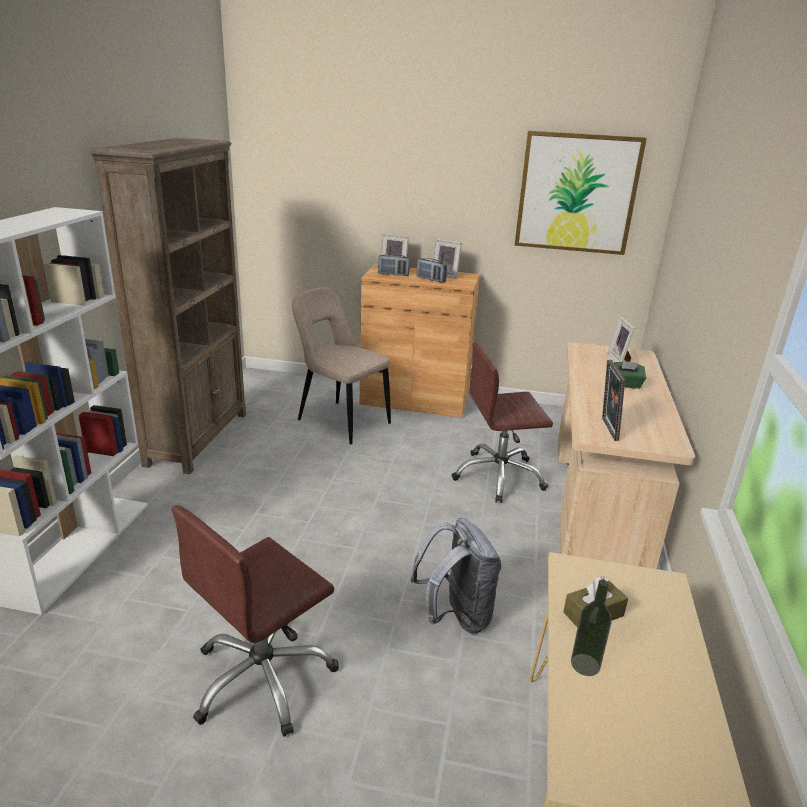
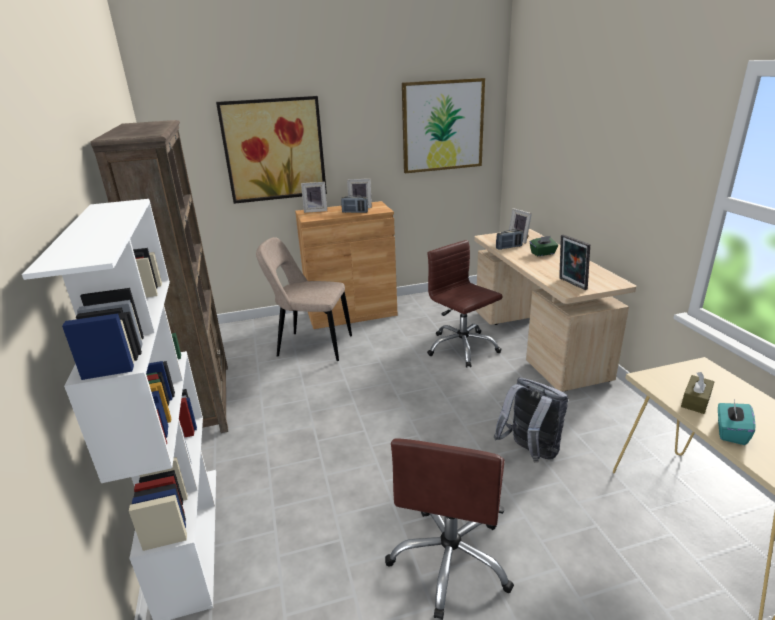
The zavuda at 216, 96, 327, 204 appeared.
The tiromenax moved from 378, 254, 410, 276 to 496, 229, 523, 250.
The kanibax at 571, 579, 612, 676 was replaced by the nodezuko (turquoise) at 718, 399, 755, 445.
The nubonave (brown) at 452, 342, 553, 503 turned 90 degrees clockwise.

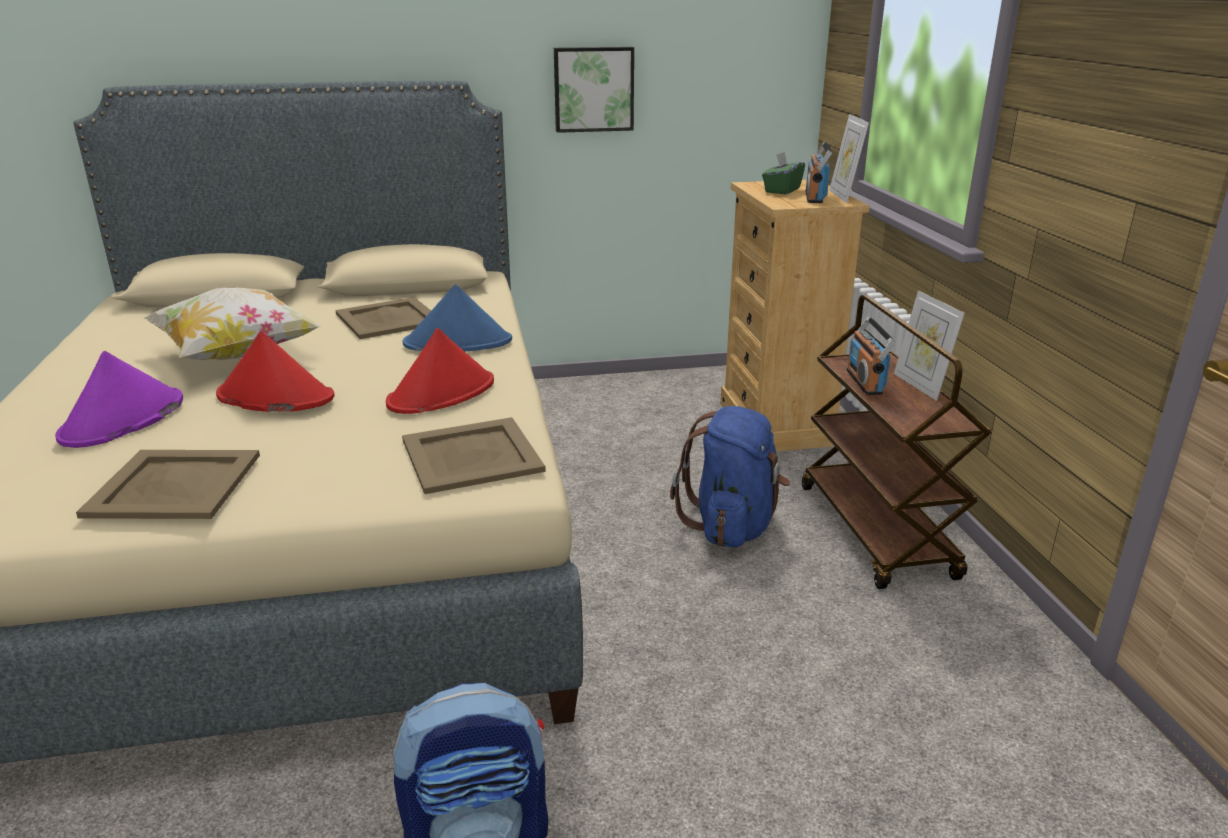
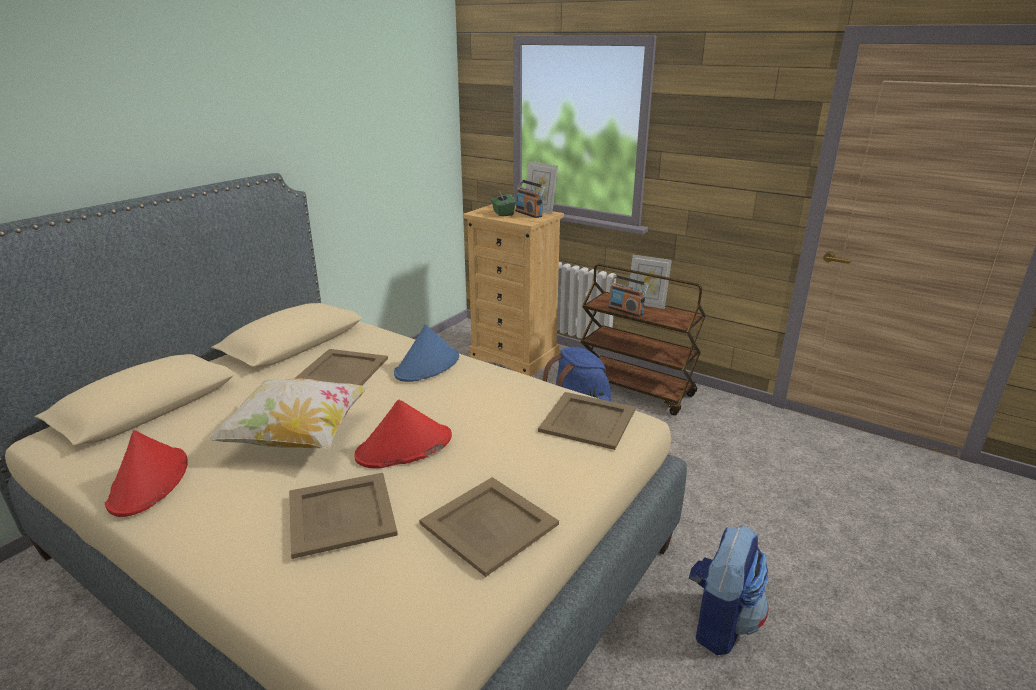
The zavuda at 554, 47, 634, 133 disappeared.
The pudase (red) moved from 386, 328, 494, 414 to 105, 430, 188, 517.
The pudase (purple) at 55, 351, 183, 448 was replaced by the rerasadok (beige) at 289, 473, 398, 559.

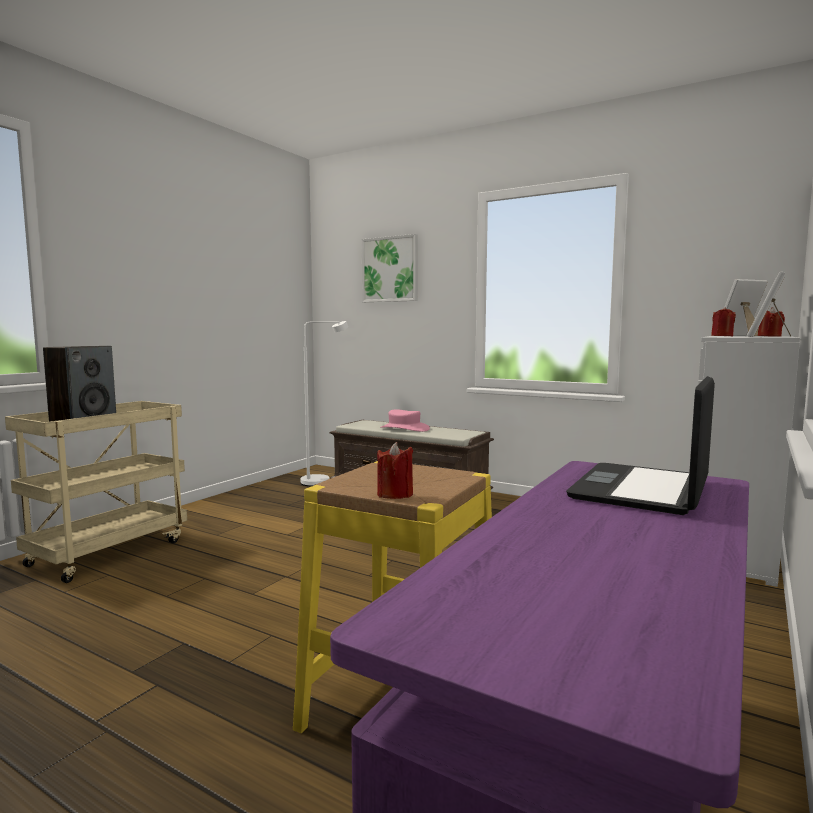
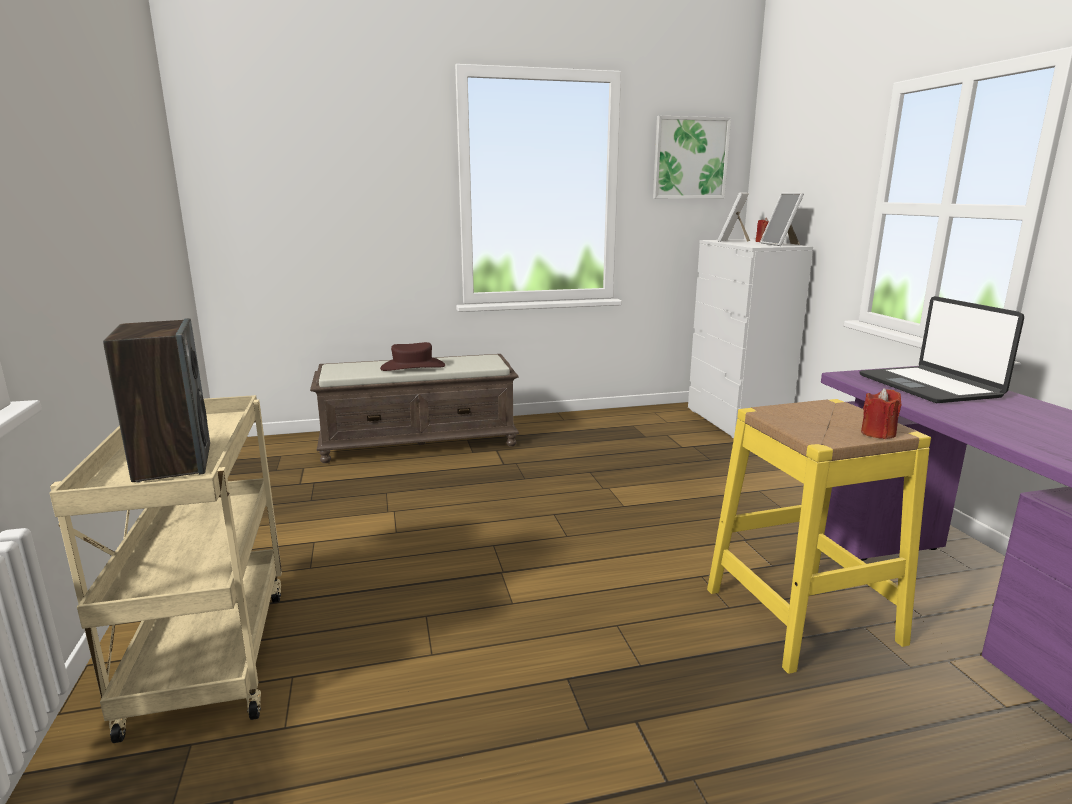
The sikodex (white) at 300, 321, 348, 486 disappeared.
The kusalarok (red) at 711, 307, 736, 336 disappeared.
The zavuda moved from 362, 234, 418, 302 to 653, 116, 731, 199.
The pudase (pink) at 380, 409, 430, 432 became the pudase (brown) at 380, 342, 445, 371.

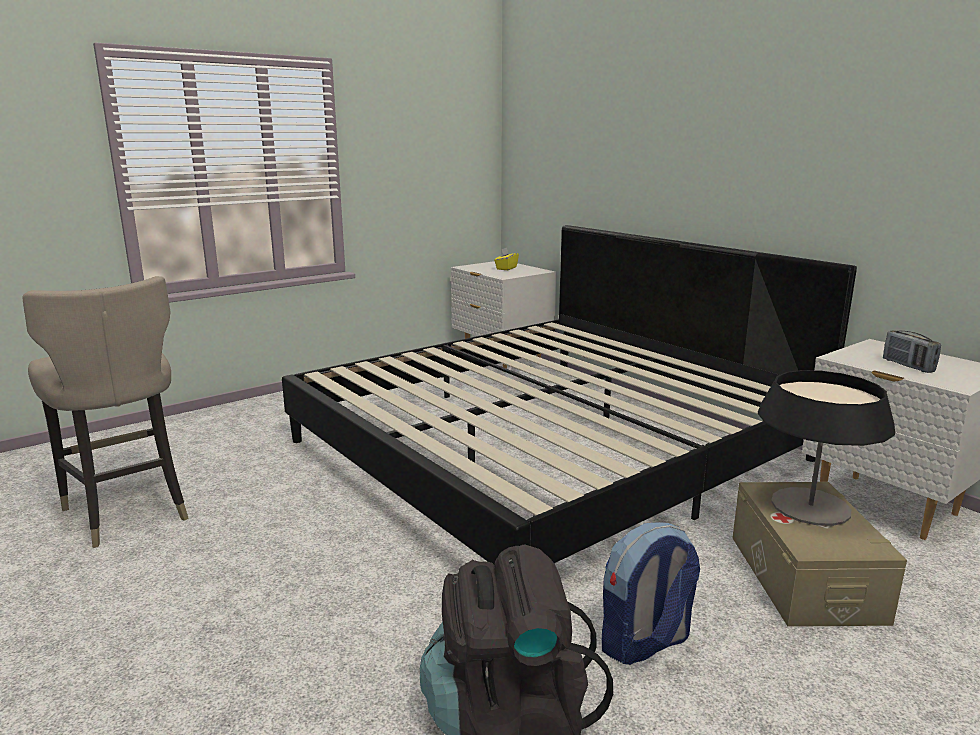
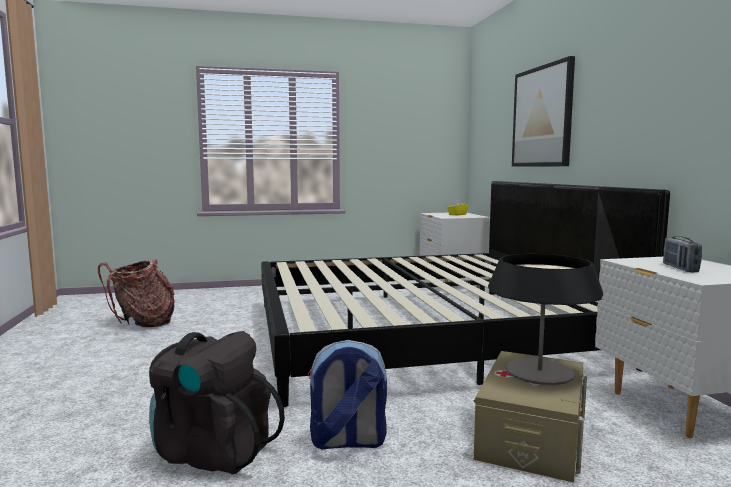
The zavuda at 512, 56, 575, 167 appeared.
The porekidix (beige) at 22, 276, 189, 548 was replaced by the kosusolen at 98, 259, 175, 327.

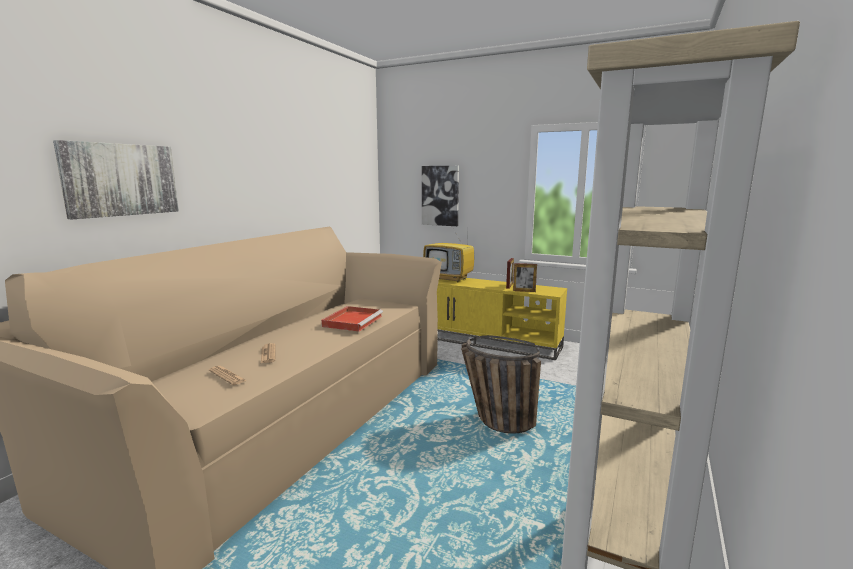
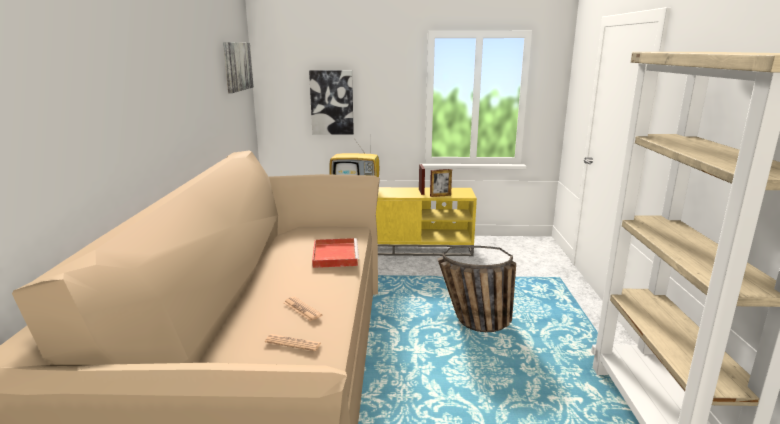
The zavuda moved from 53, 140, 179, 219 to 223, 42, 254, 93.

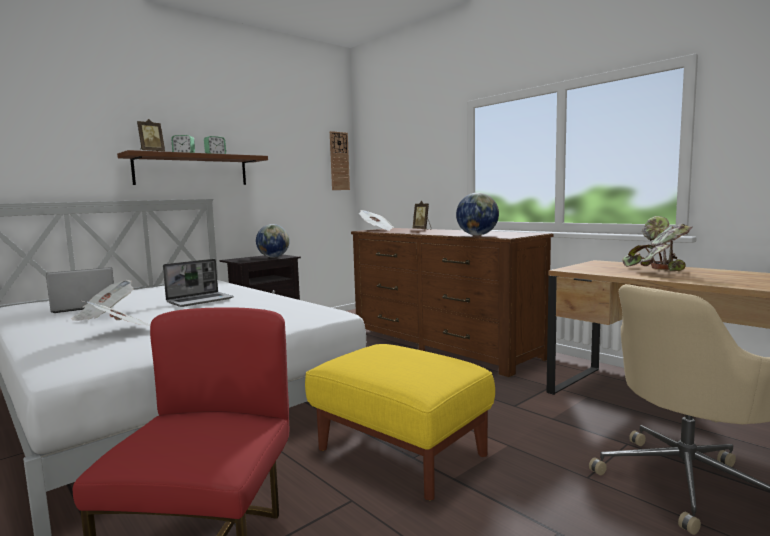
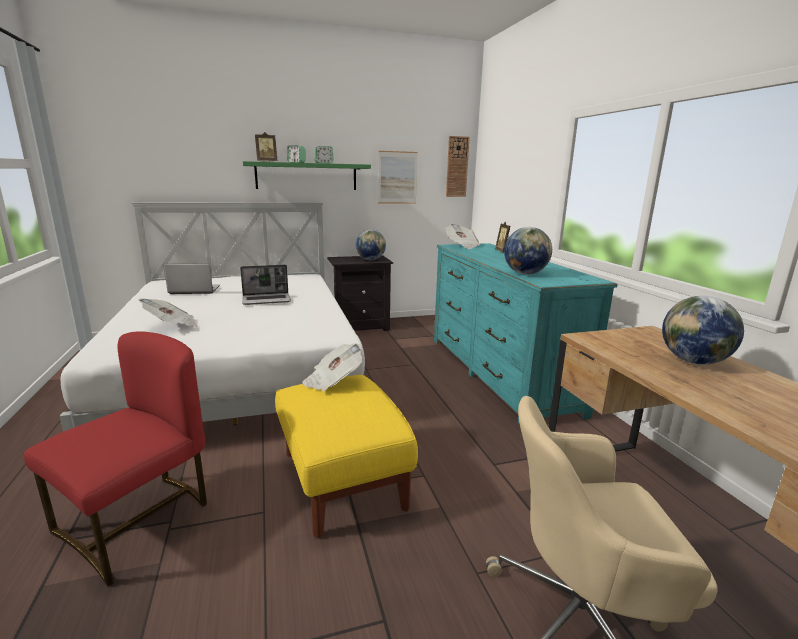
The zavuda at 378, 151, 418, 204 appeared.
The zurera moved from 71, 280, 134, 321 to 302, 344, 363, 391.
The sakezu at 622, 216, 692, 271 was replaced by the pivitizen at 662, 296, 744, 365.
The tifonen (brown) at 117, 150, 268, 185 became the tifonen (green) at 243, 161, 371, 190.
The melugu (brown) at 351, 228, 553, 377 became the melugu (turquoise) at 434, 243, 618, 424.

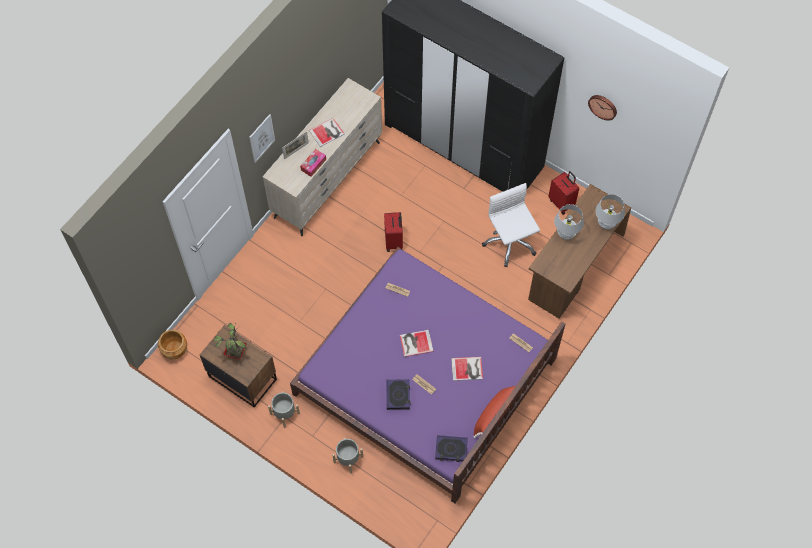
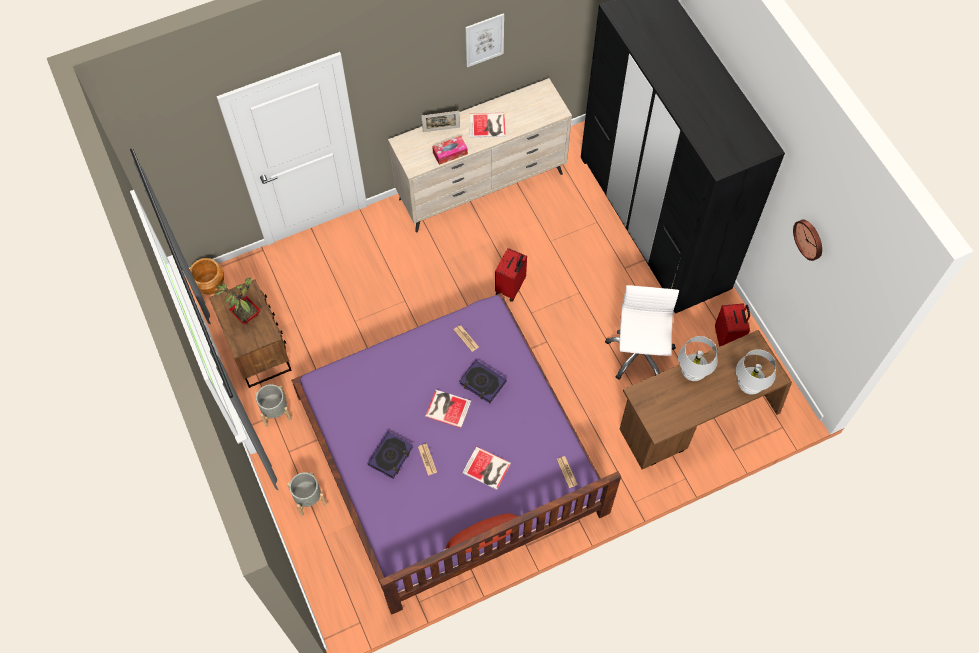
The zavuda moved from 249, 114, 275, 163 to 465, 13, 504, 68.
The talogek moved from 435, 435, 468, 462 to 459, 360, 506, 403.

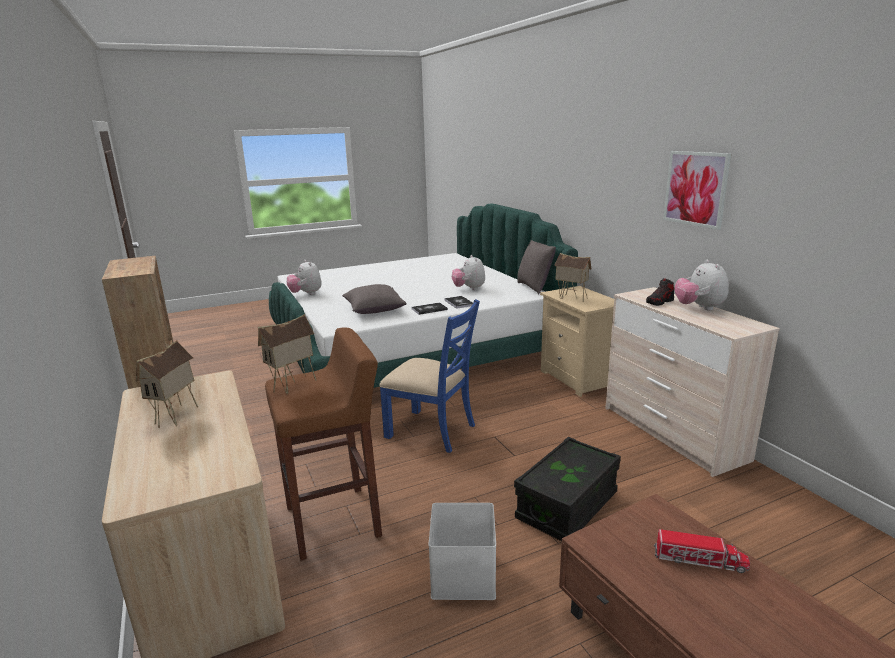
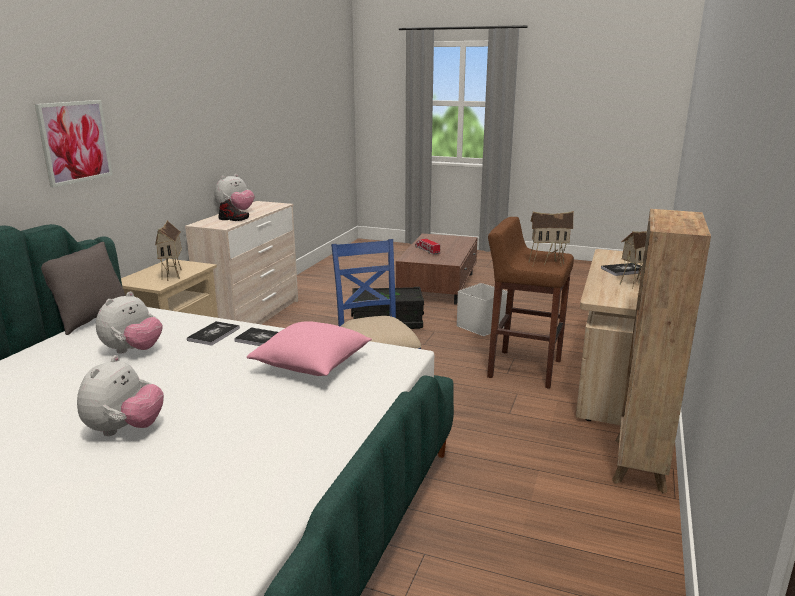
The talogek at 601, 263, 642, 276 appeared.
The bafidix moved from 287, 260, 322, 295 to 77, 355, 164, 436.
The zavuda moved from 663, 151, 731, 230 to 35, 100, 113, 187.
The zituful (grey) at 342, 284, 407, 314 became the zituful (pink) at 247, 321, 372, 376.

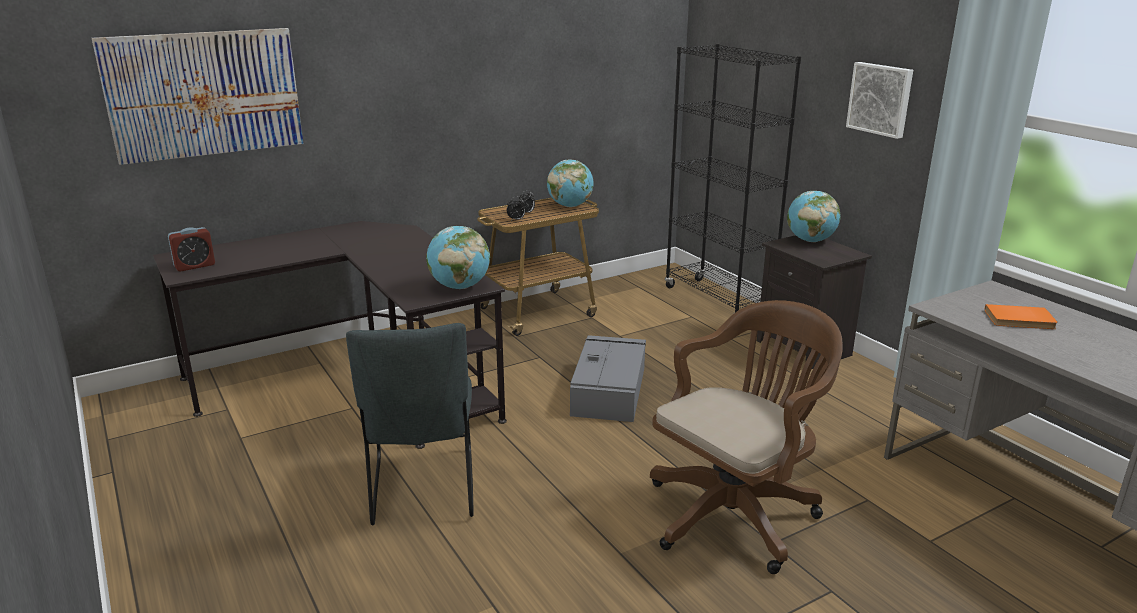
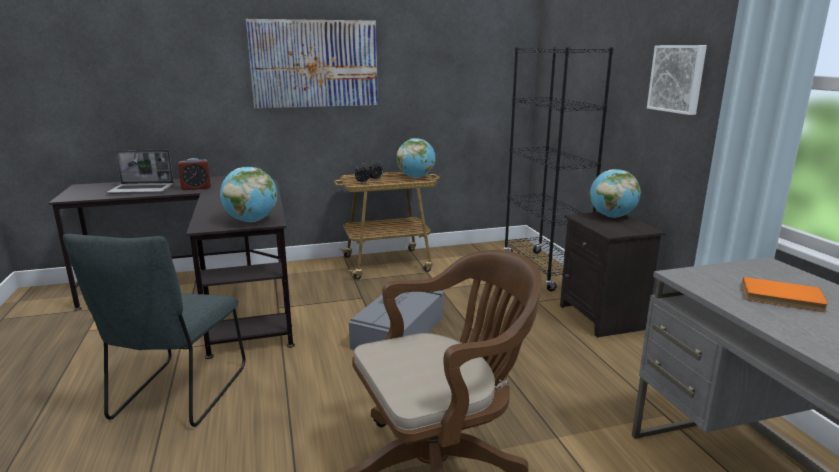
The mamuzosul at 106, 150, 174, 194 appeared.
The zavuda moved from 92, 28, 303, 165 to 246, 19, 378, 108.
The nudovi moved from 168, 227, 215, 272 to 178, 158, 211, 190.

